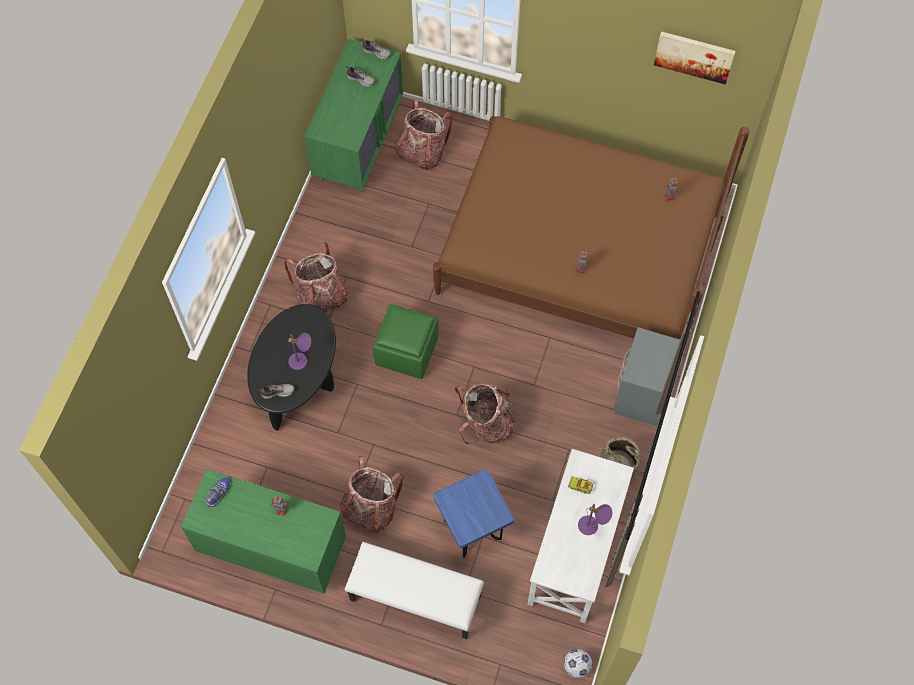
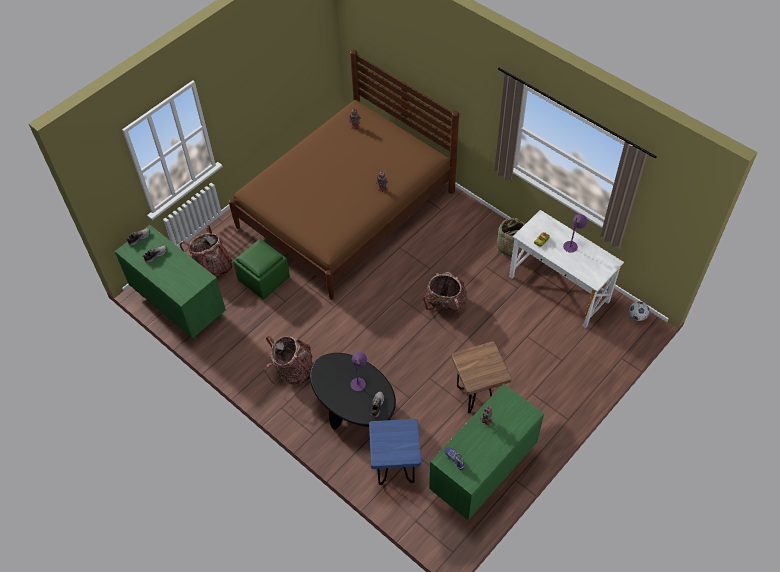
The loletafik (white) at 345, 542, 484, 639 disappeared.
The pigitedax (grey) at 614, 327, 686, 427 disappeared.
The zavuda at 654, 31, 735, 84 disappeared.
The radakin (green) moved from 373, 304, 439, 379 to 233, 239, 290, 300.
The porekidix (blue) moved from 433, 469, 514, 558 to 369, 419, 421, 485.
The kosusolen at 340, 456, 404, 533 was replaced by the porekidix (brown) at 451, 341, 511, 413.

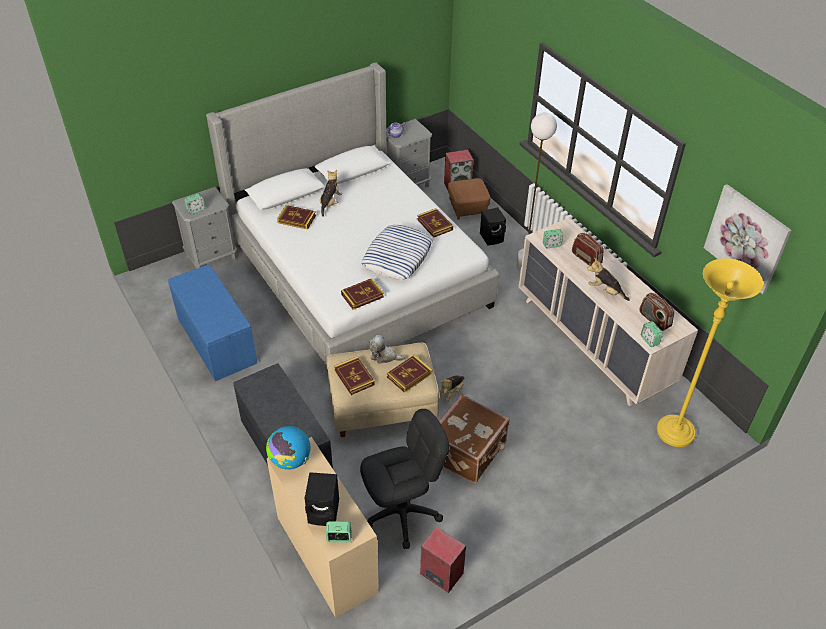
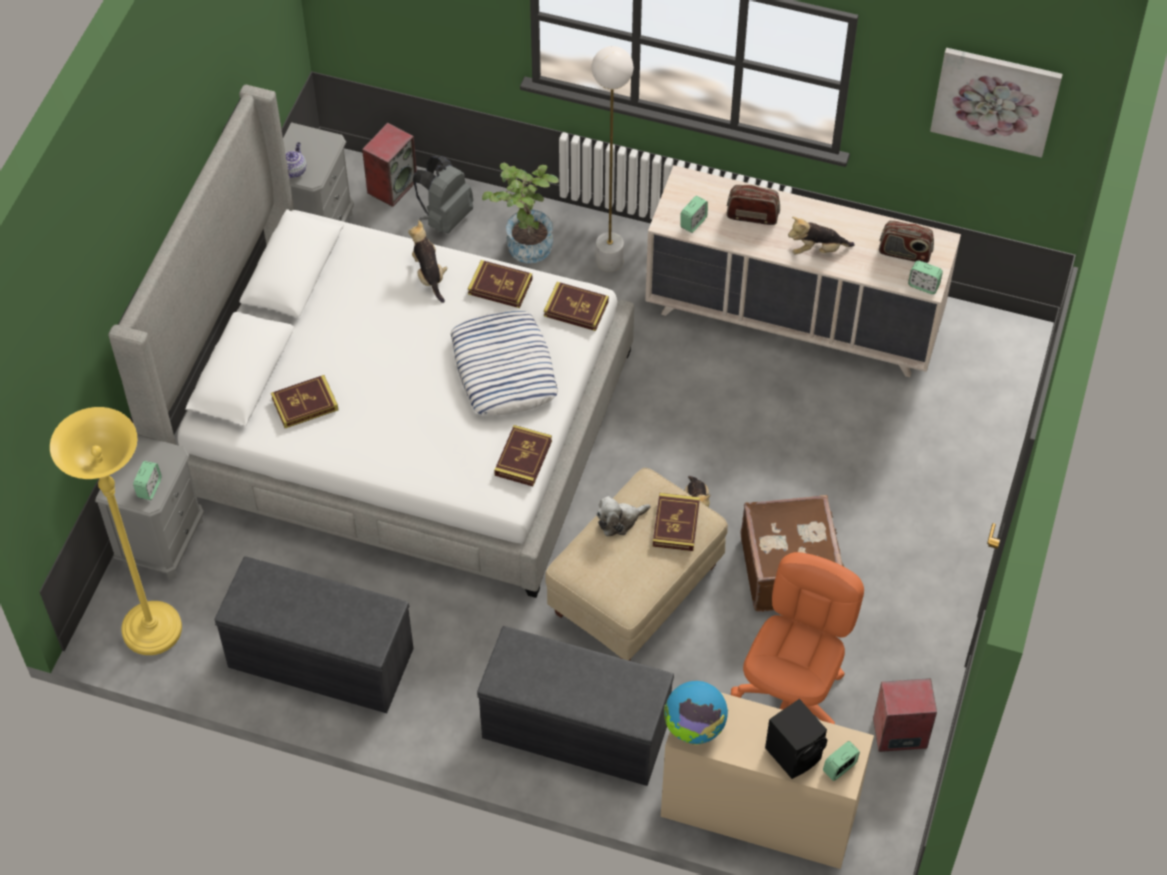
The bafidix moved from 320, 170, 342, 217 to 408, 220, 447, 303.
The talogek moved from 334, 357, 375, 395 to 544, 282, 609, 331.
The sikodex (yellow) moved from 657, 258, 763, 447 to 50, 407, 182, 655.
The radakin (brown) at 448, 178, 490, 220 was replaced by the kosusolen (grey) at 413, 156, 473, 233.
The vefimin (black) at 480, 207, 506, 246 was replaced by the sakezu at 482, 163, 559, 263.
The loletafik (blue) at 168, 264, 257, 381 became the loletafik (grey) at 215, 556, 414, 713.
The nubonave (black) at 360, 409, 449, 549 became the nubonave (orange) at 731, 552, 864, 724.

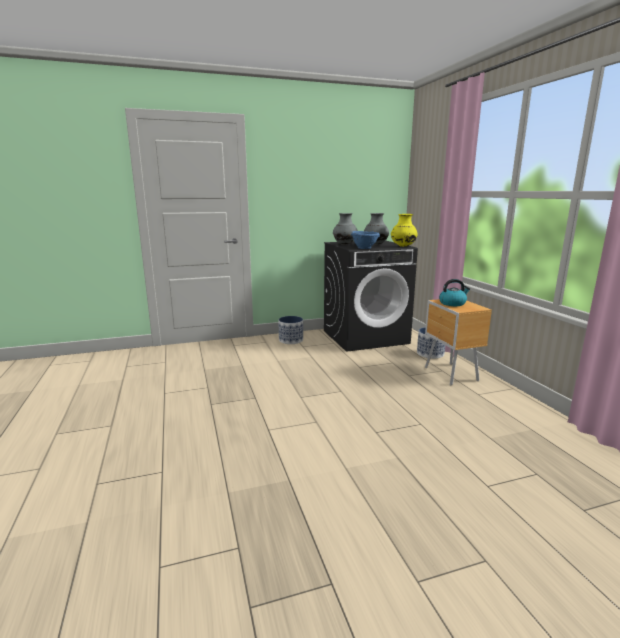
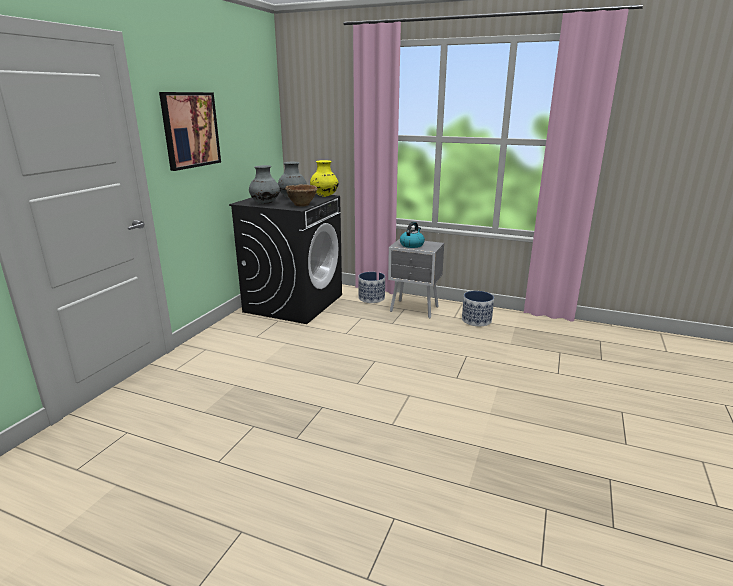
The zavuda at 159, 92, 221, 171 appeared.
The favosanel moved from 279, 316, 303, 344 to 462, 291, 494, 326.
The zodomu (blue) at 351, 231, 380, 249 became the zodomu (brown) at 285, 185, 318, 207.
The pigitedax (brown) at 425, 299, 492, 386 became the pigitedax (grey) at 388, 239, 444, 318.

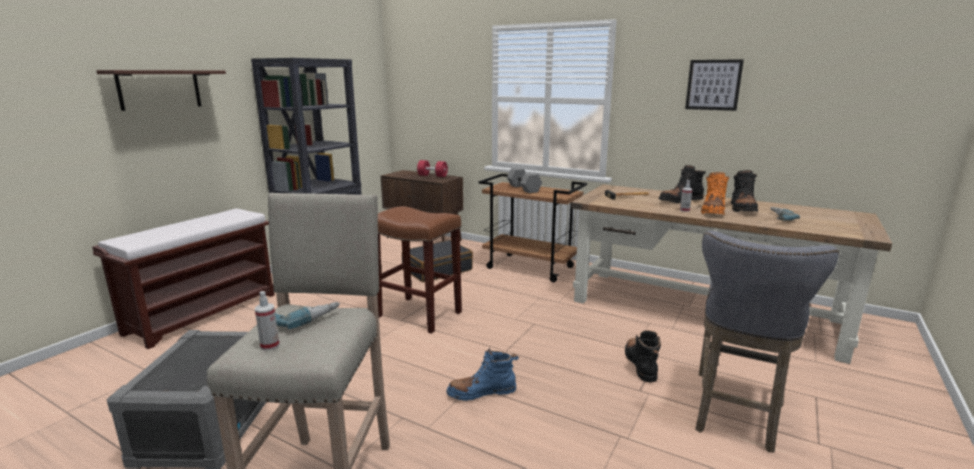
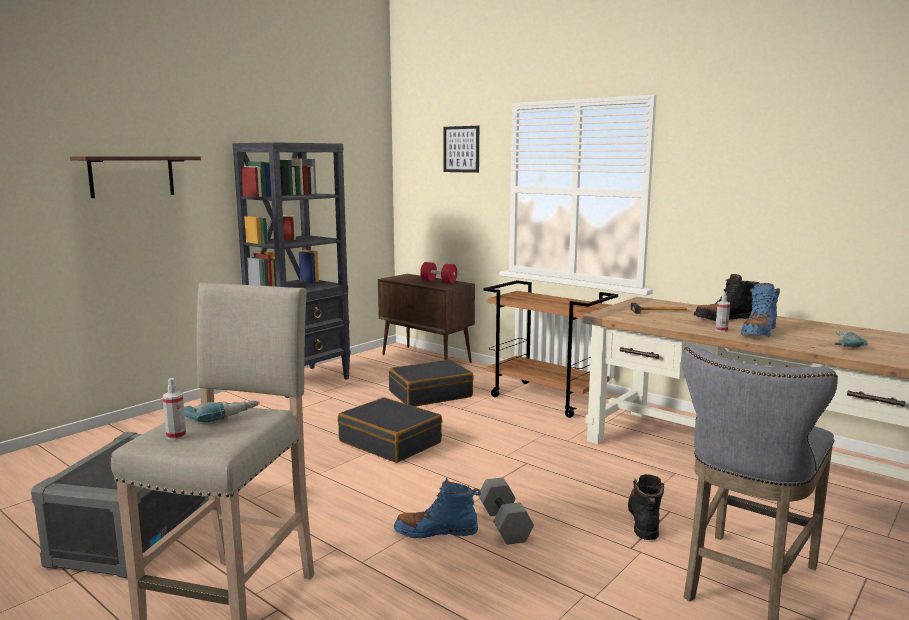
The loletafik (brown) at 92, 208, 275, 349 disappeared.
The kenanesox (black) at 731, 170, 758, 212 disappeared.
The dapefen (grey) moved from 507, 168, 542, 193 to 478, 478, 534, 545.
The zavuda moved from 685, 59, 744, 111 to 443, 126, 479, 173.
The porekidix (brown) at 377, 206, 462, 334 was replaced by the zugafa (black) at 338, 397, 442, 463.
The kenanesox (orange) at 701, 172, 729, 215 became the kenanesox (blue) at 741, 283, 780, 337.

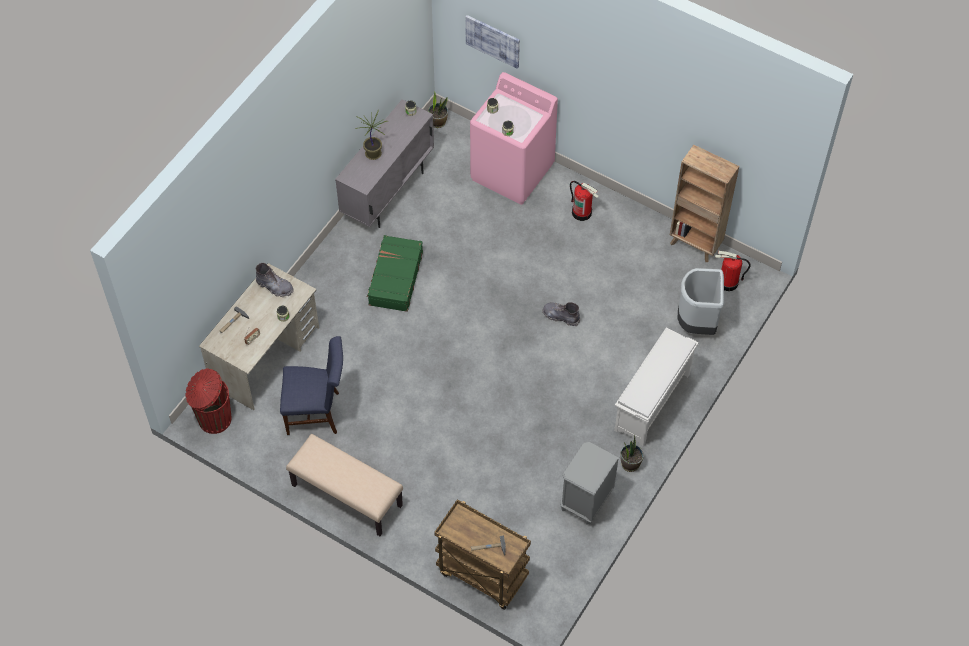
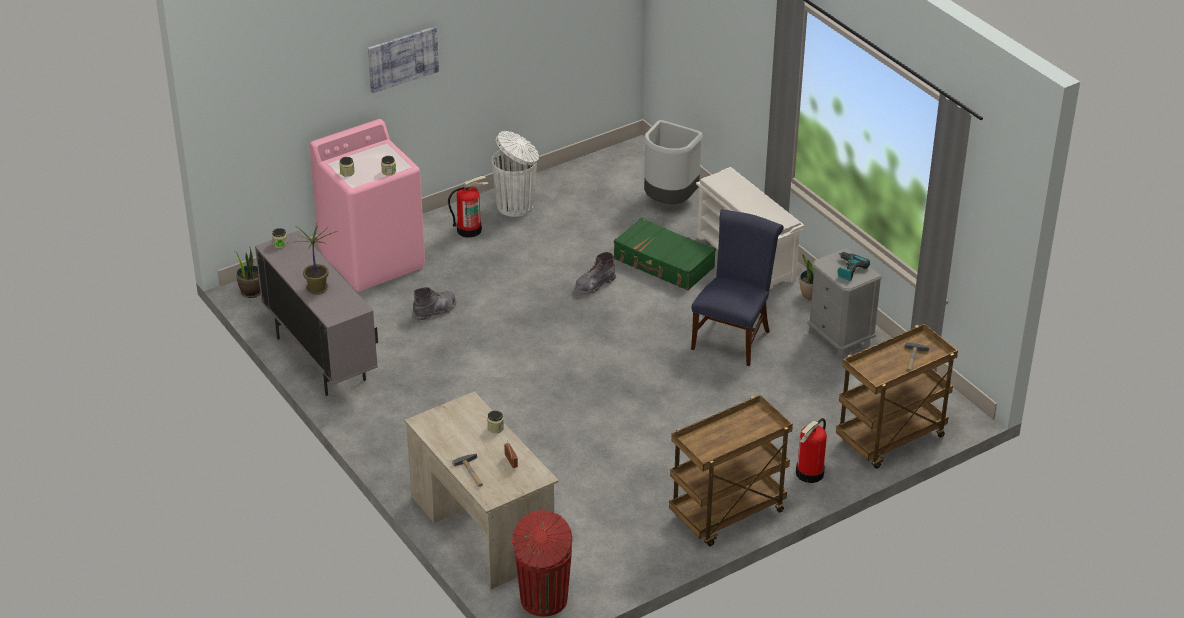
The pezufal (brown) at 670, 145, 739, 262 disappeared.
The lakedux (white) at 492, 131, 539, 217 appeared.
The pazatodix at 838, 252, 870, 281 appeared.
The kenanesox (grey) moved from 256, 263, 294, 297 to 412, 287, 456, 321.
The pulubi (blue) moved from 280, 336, 343, 435 to 691, 209, 784, 366.
The zugafa (green) moved from 367, 235, 423, 312 to 614, 218, 716, 291.
The zavuda moved from 465, 15, 520, 69 to 368, 27, 439, 93.
The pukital moved from 715, 251, 751, 291 to 796, 418, 827, 483.
The loletafik (beige) at 286, 434, 403, 536 was replaced by the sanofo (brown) at 669, 395, 793, 546.

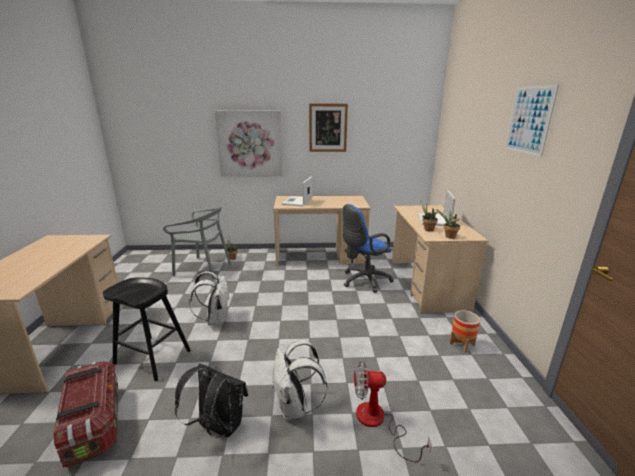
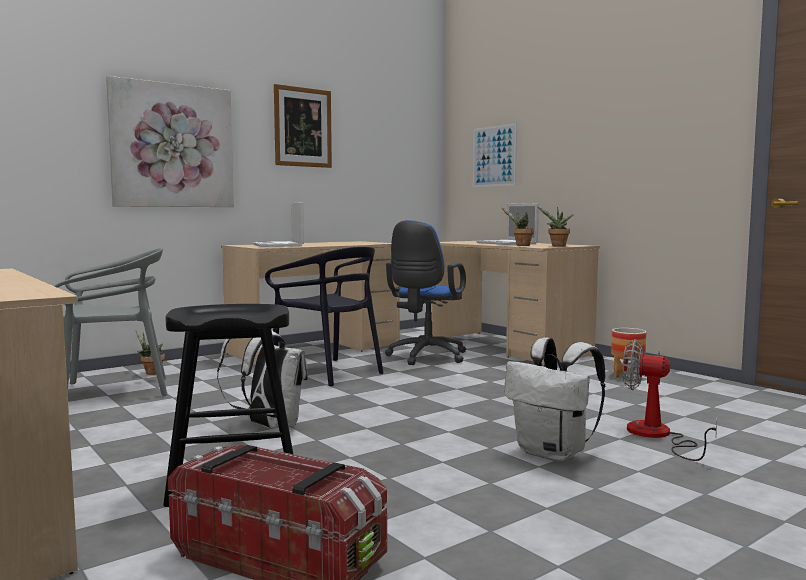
The kosusolen (black) at 175, 364, 248, 438 disappeared.
The pulubi (black) at 265, 247, 384, 387 appeared.
The zavuda moved from 505, 85, 559, 157 to 473, 123, 517, 187.
The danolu at 354, 360, 432, 462 turned 60 degrees clockwise.

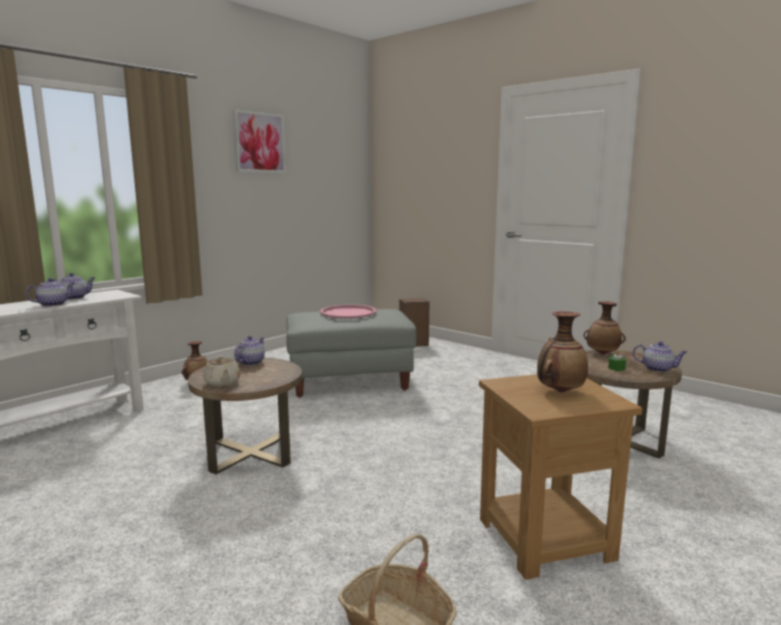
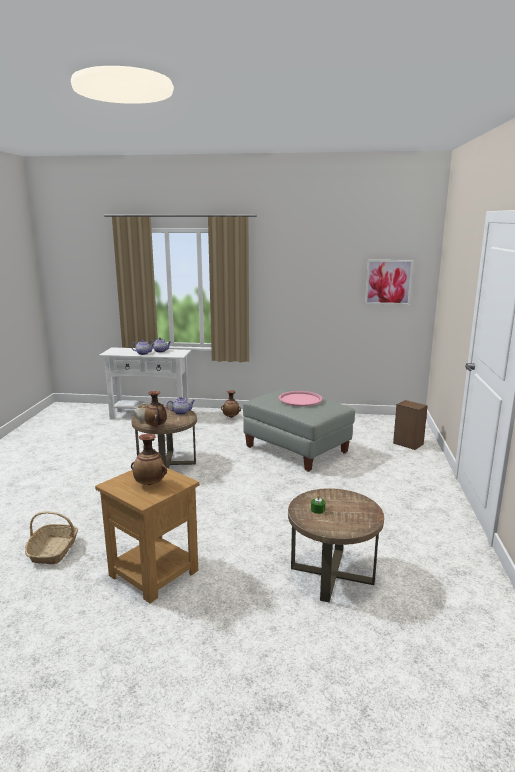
The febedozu at 633, 341, 687, 372 disappeared.
The zavuda moved from 233, 109, 286, 173 to 365, 260, 413, 305.
The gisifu moved from 583, 301, 626, 355 to 144, 391, 167, 427.

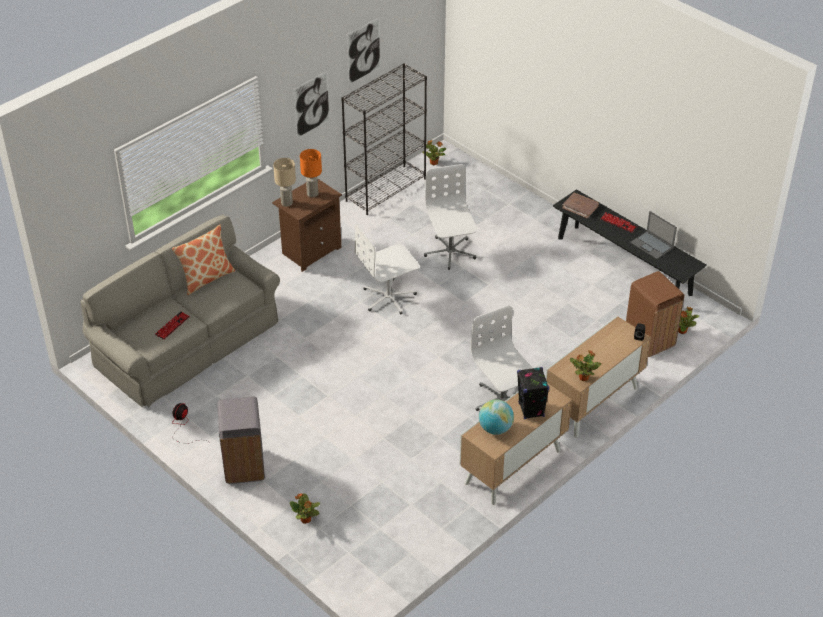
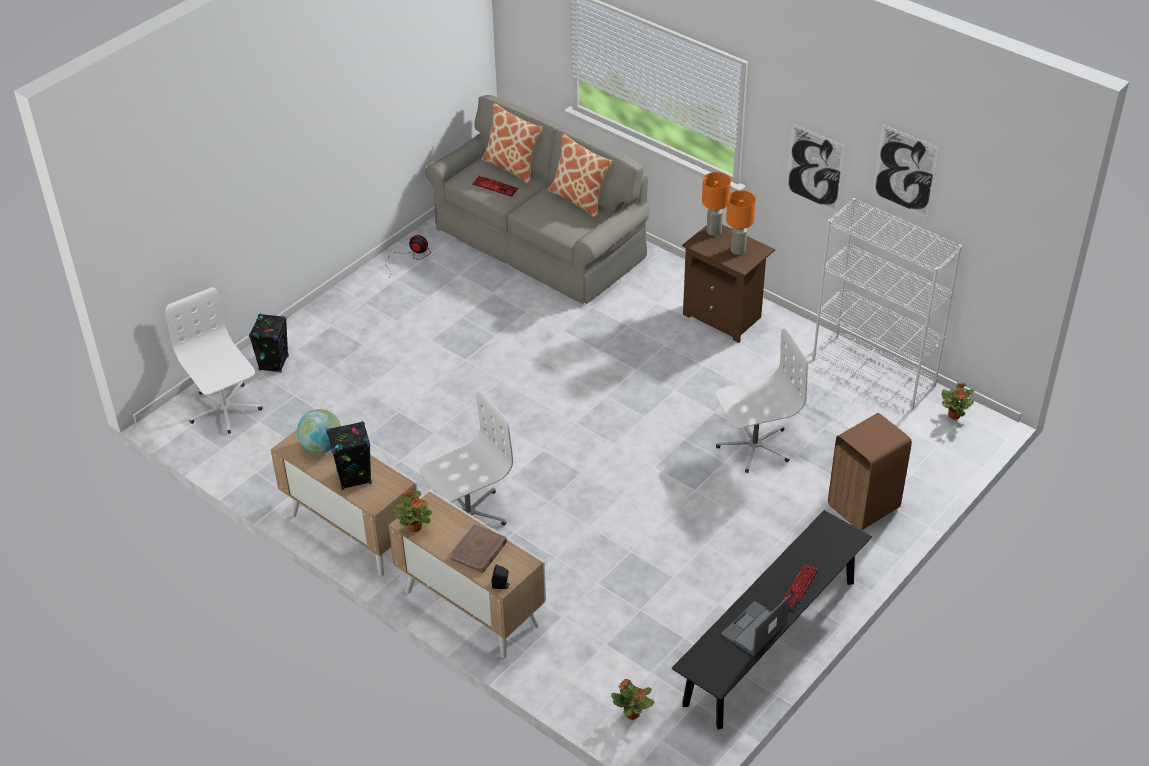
The lakedux (grey) at 218, 397, 265, 484 disappeared.
The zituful at 481, 103, 543, 185 appeared.
The nubonave (white) moved from 355, 224, 420, 314 to 166, 287, 262, 434.
The talogek (brown) moved from 562, 192, 599, 218 to 450, 524, 507, 573.
The lakedux (brown) moved from 626, 271, 684, 357 to 828, 413, 912, 530.
The sakezu at 290, 493, 320, 524 was replaced by the vefimin (black) at 249, 313, 289, 373.
The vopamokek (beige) at 273, 158, 296, 206 became the vopamokek (orange) at 702, 172, 731, 236.
The pezufal (black) at 341, 63, 427, 215 became the pezufal (white) at 813, 198, 962, 410.

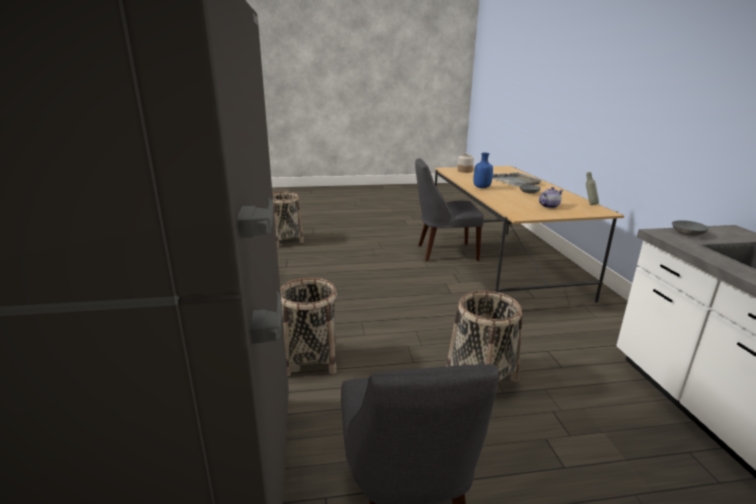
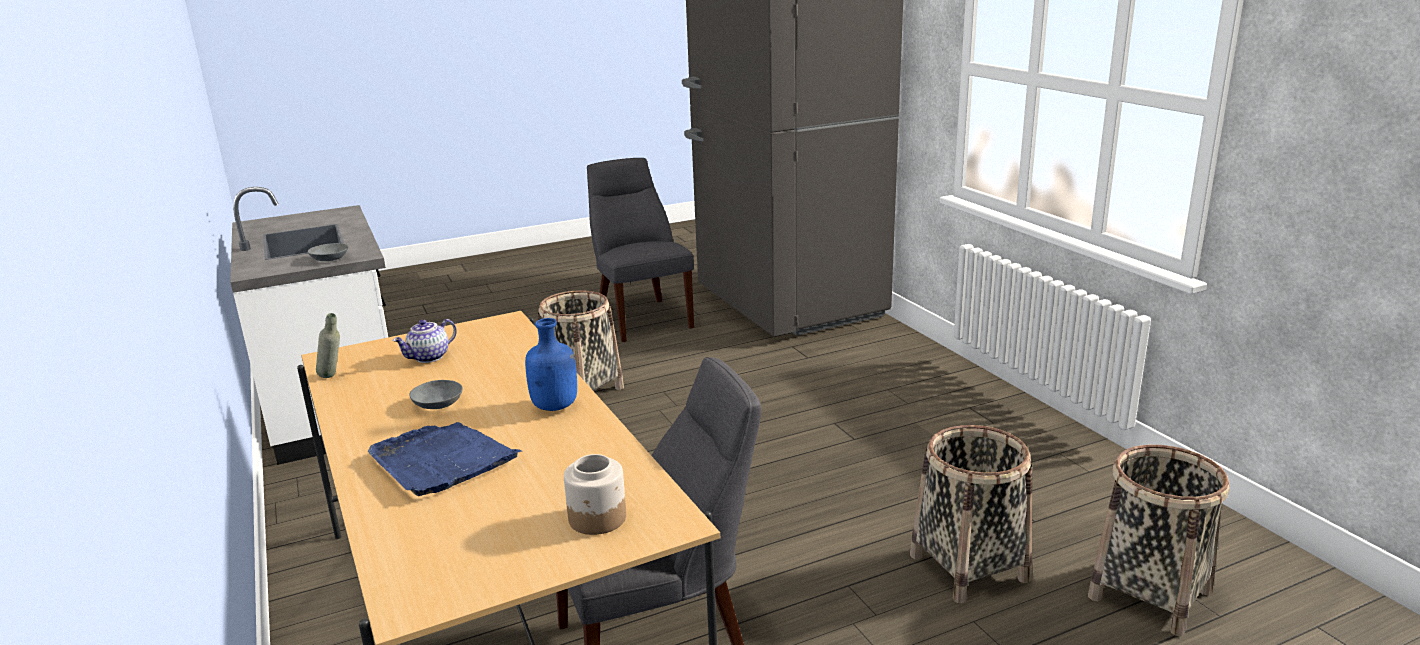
The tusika moved from 280, 278, 337, 376 to 910, 425, 1032, 603.
The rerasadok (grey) at 492, 172, 541, 186 became the rerasadok (blue) at 368, 422, 522, 496.

